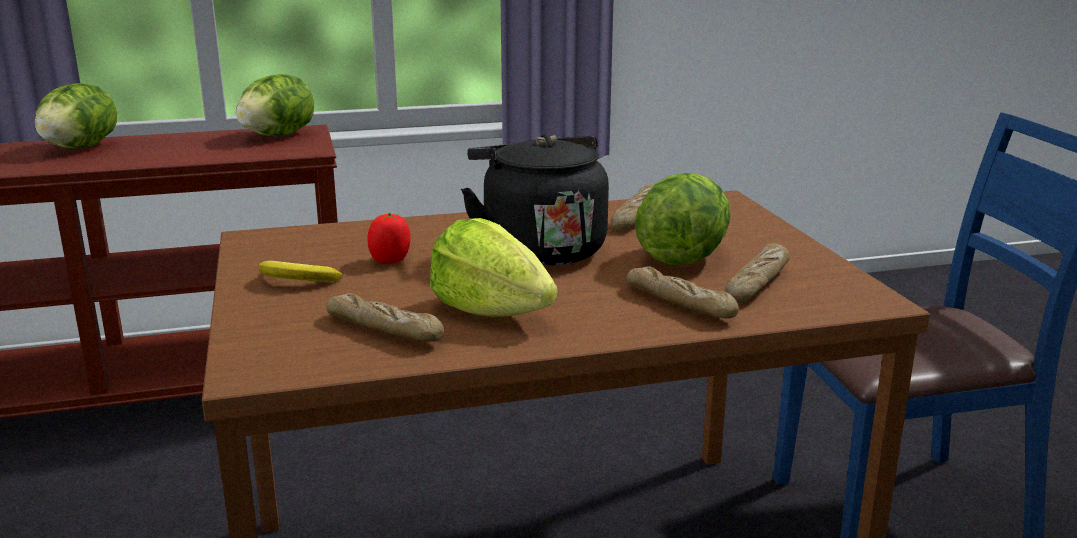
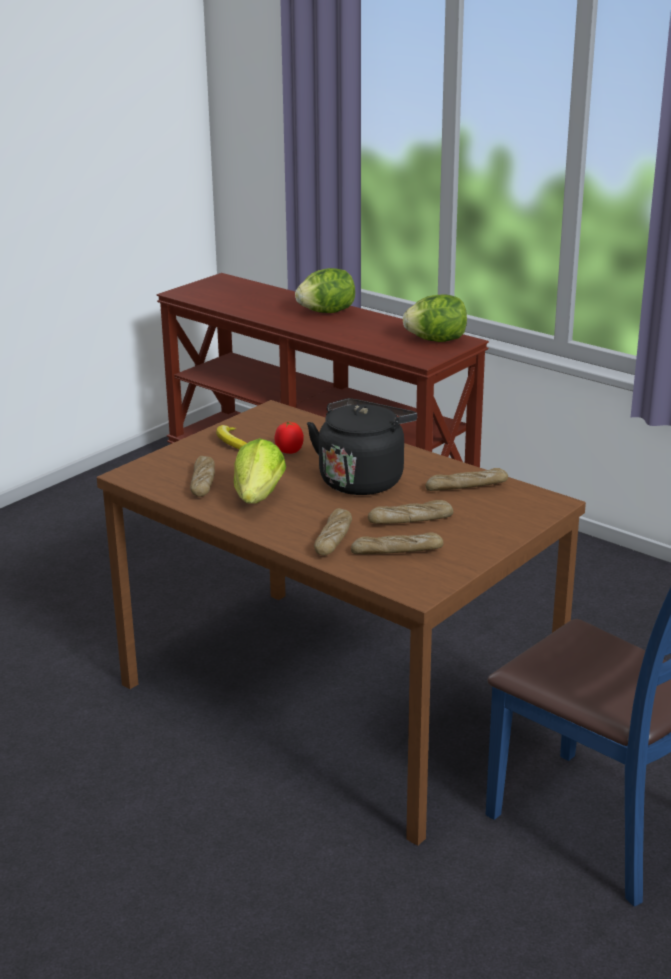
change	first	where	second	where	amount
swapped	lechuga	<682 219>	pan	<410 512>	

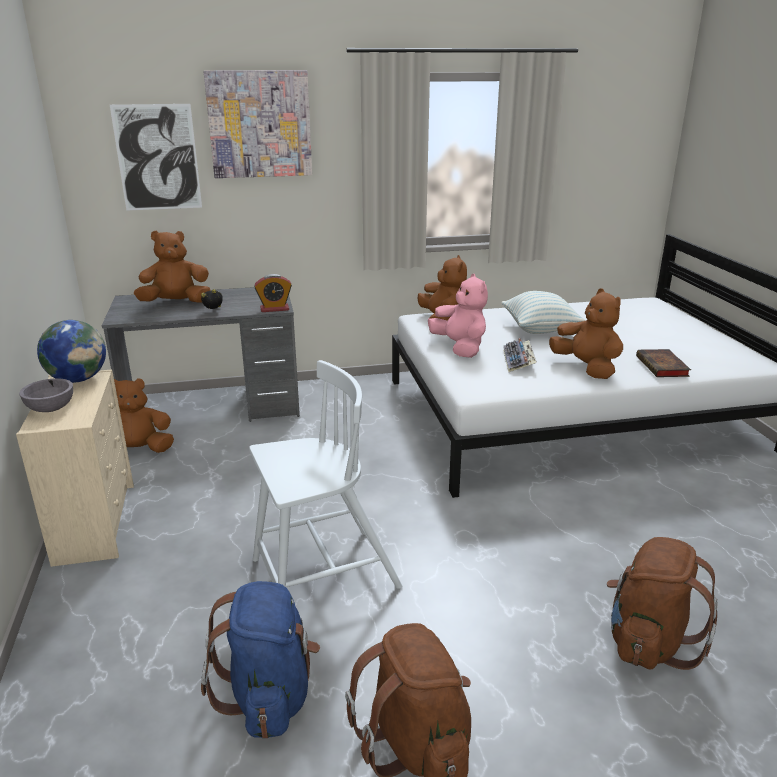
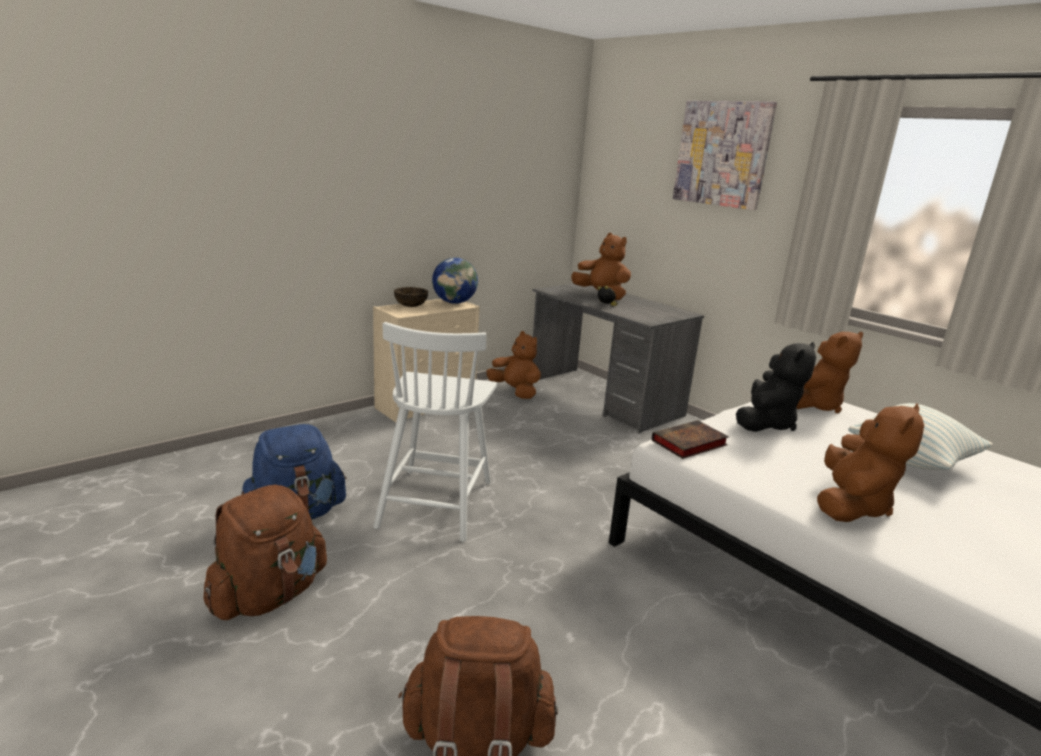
change	first	where	second	where	amount
gone	cuadro	<156 157>			
gone	despertador	<273 293>			
repainted	peluche [rosa]	<458 316>	peluche [negro]	<776 387>	
gone	teclado	<520 355>			
shifted	libro	<663 363>		<690 439>	
rotated	silla [blanco]	<325 474>		<435 432>	60 degrees clockwise
repainted	cuenco [gris]	<46 395>	cuenco [marrón]	<411 297>	

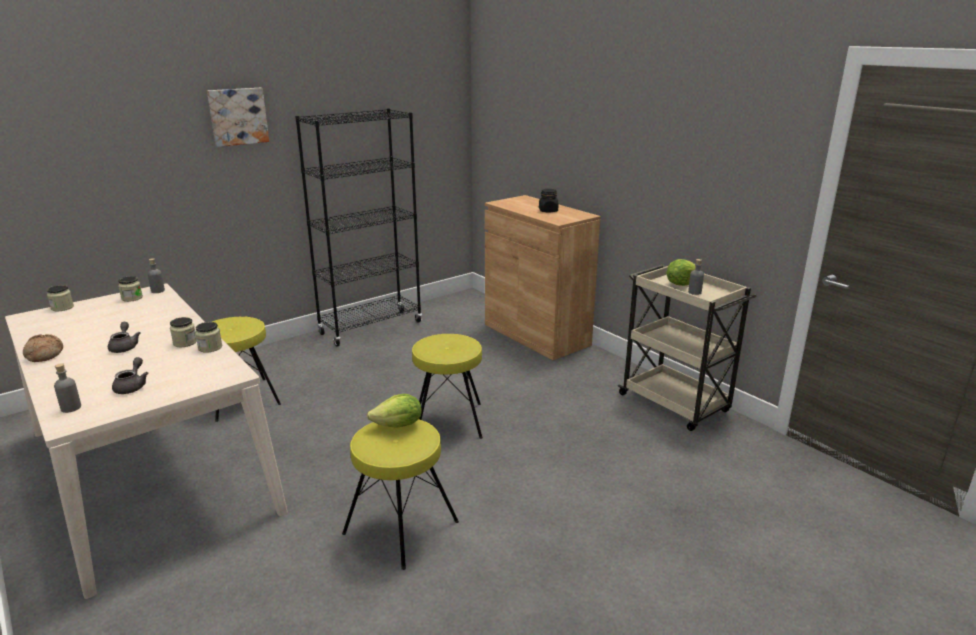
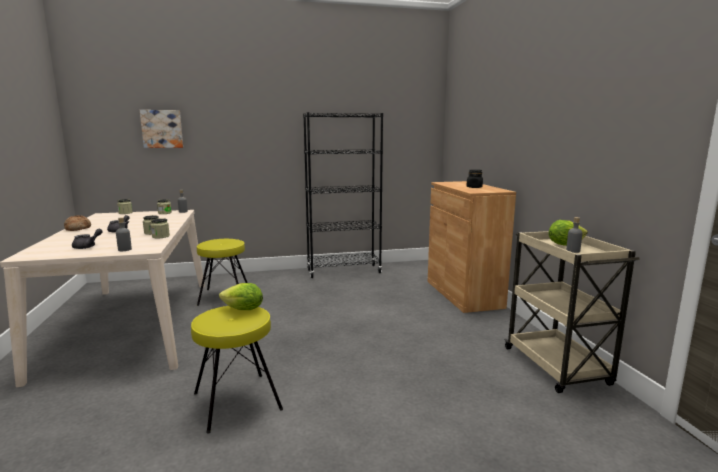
change	first	where	second	where	amount
shifted	cuadro	<238 117>		<161 129>	
gone	taburete [amarillo]	<447 386>			
shifted	botella [gris]	<67 388>		<124 234>	

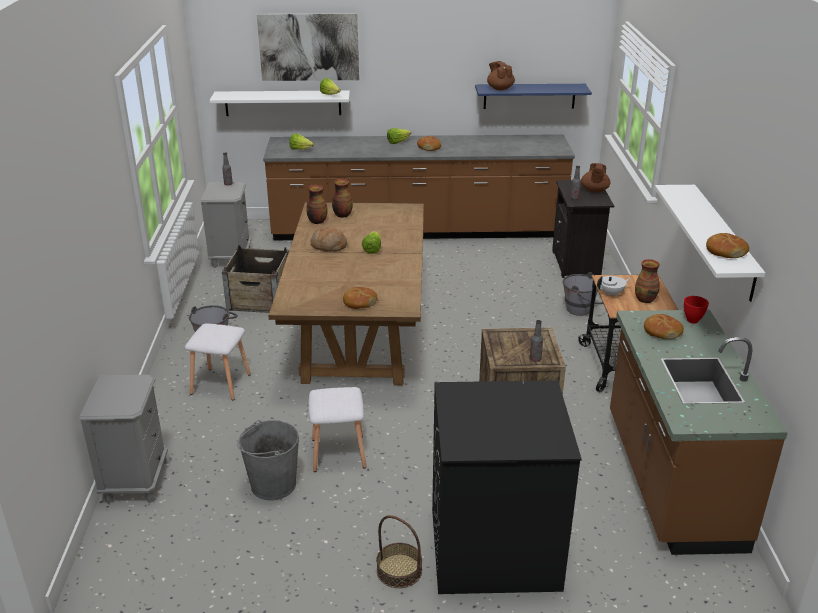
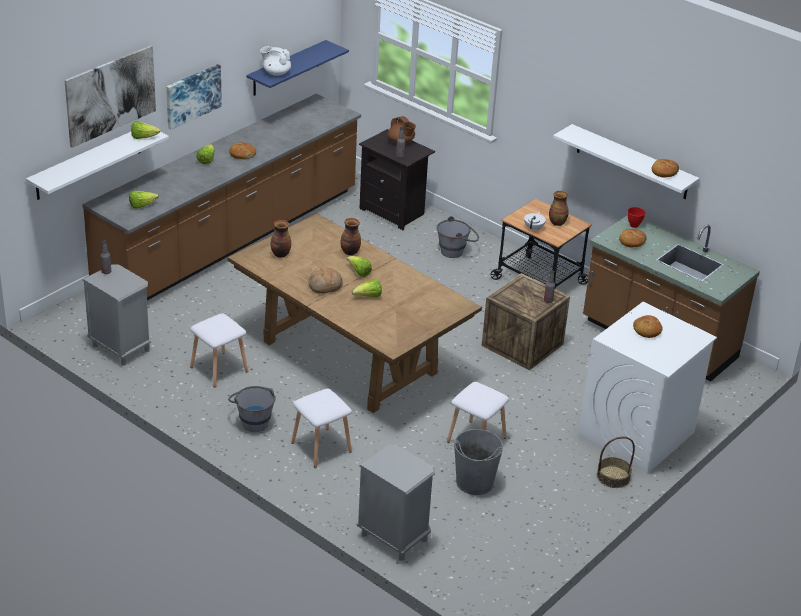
change	first	where	second	where	amount
repainted	tetera [marrón]	<501 75>	tetera [blanco]	<275 61>	
shifted	florero	<317 204>		<350 236>	
swapped	caja de embalaje	<255 279>	taburete [blanco]	<219 350>	
shifted	pan	<360 298>		<648 326>	
repainted	lavadora [negro]	<507 487>	lavadora [blanco]	<647 388>	
new			cuadro	<194 96>	
new			lechuga	<367 288>	

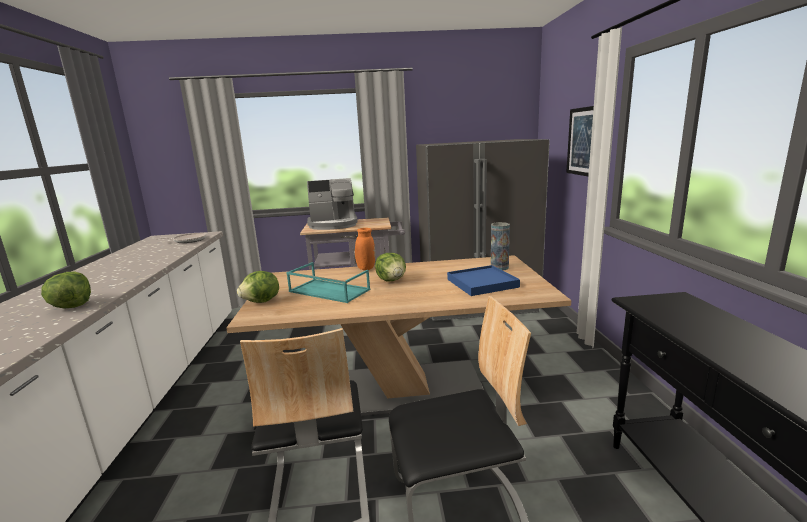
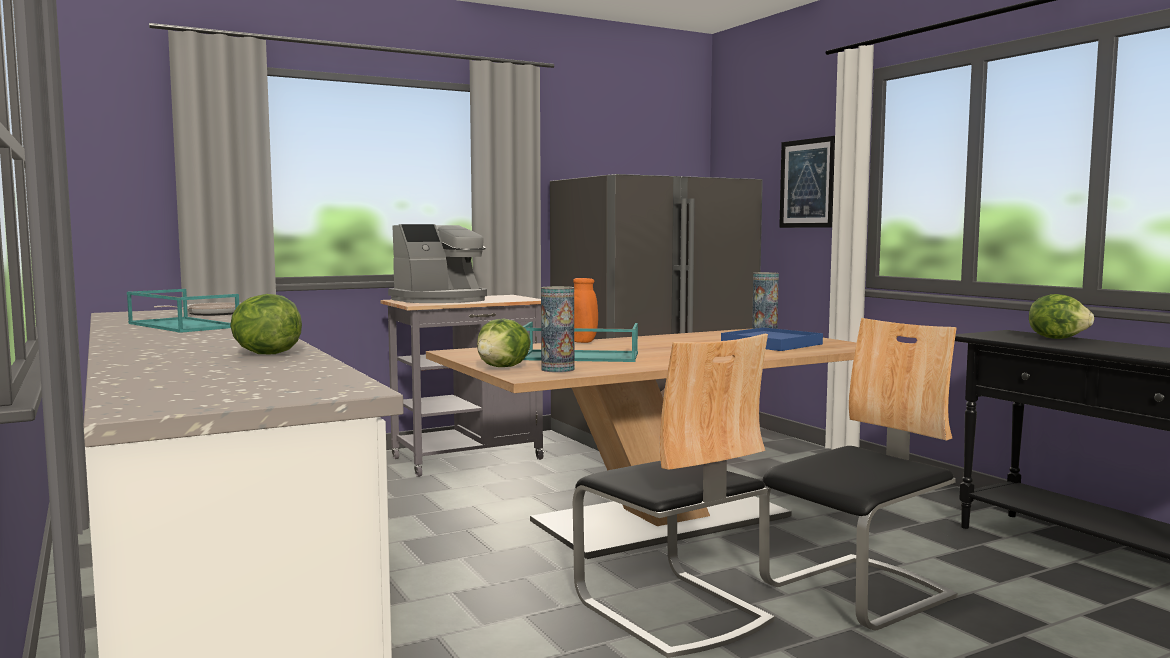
change	first	where	second	where	amount
shifted	lechuga	<390 267>		<1061 316>	
new			florero	<557 329>	
new			bandeja [turquesa]	<183 311>	

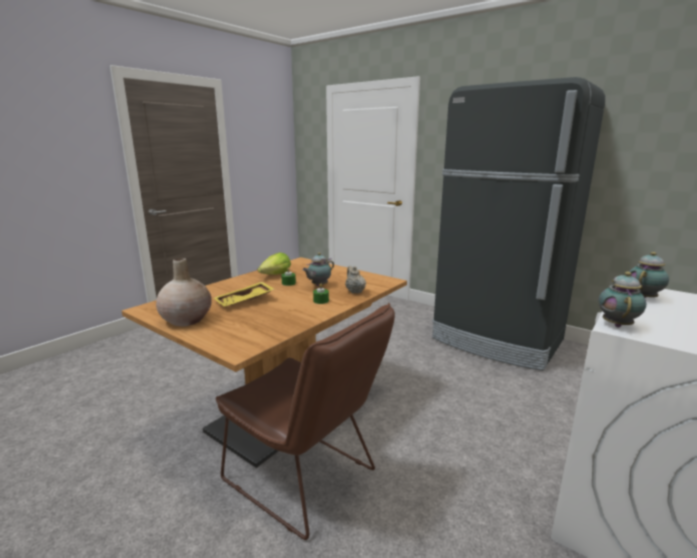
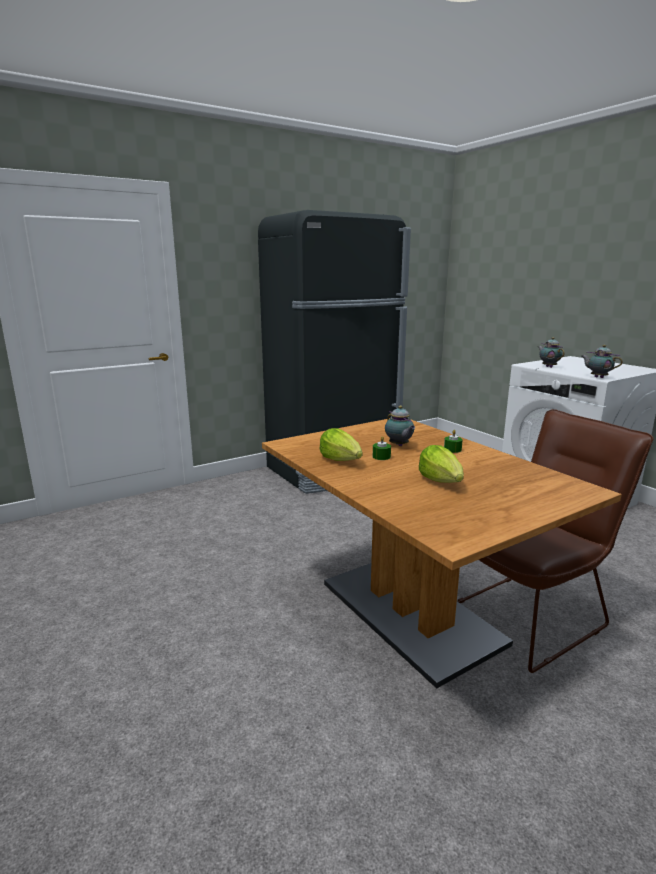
change	first	where	second	where	amount
gone	florero [beis]	<184 292>			
gone	tetera [beis]	<355 279>			
swapped	bandeja [amarillo]	<244 294>	lechuga	<441 464>	

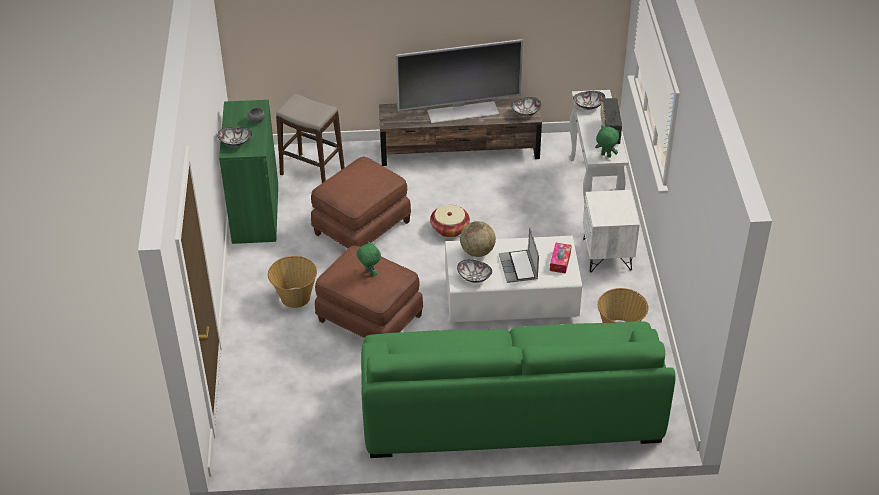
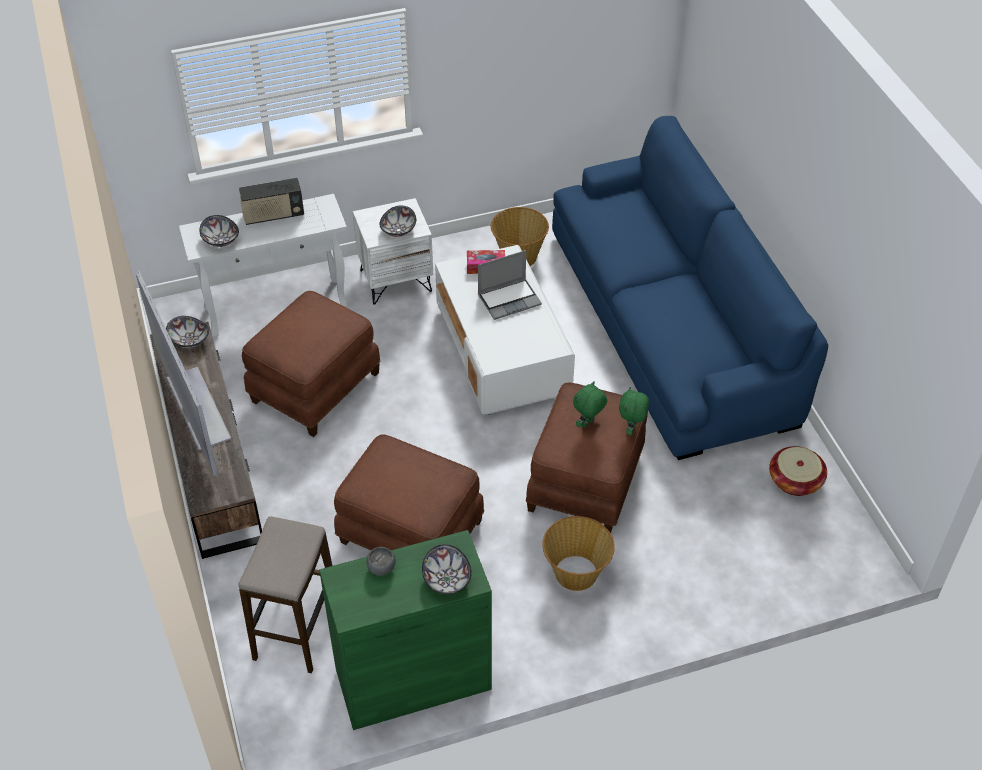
change	first	where	second	where	amount
shifted	peluche [verde]	<607 141>		<634 411>	
shifted	cesta	<450 221>		<798 471>	
gone	globo terráqueo	<478 239>			
shifted	cuenco	<474 271>		<397 221>	
repainted	sofá [verde]	<518 389>	sofá [azul]	<690 288>	
new			puf [marrón]	<311 364>	

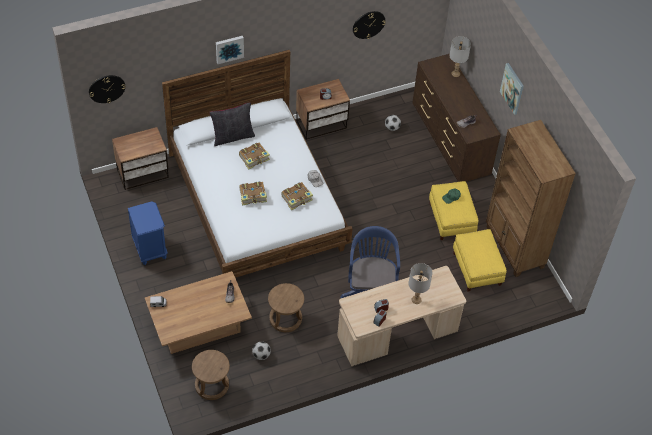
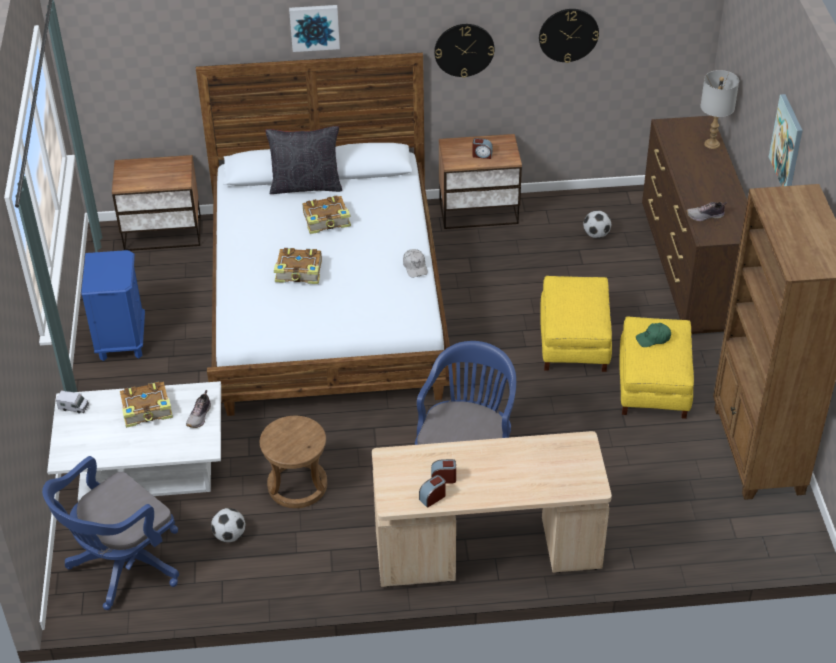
change	first	where	second	where	amount
shifted	reloj de pared	<107 89>		<464 51>	
shifted	libro	<297 196>		<146 404>	
shifted	puf [amarillo]	<480 260>		<576 324>	
gone	lámpara de mesa [gris]	<420 283>			
repainted	mesa de centro [marrón]	<198 312>	mesa de centro [blanco]	<134 441>	
swapped	taburete [marrón]	<211 375>	silla de oficina [azul]	<110 533>	

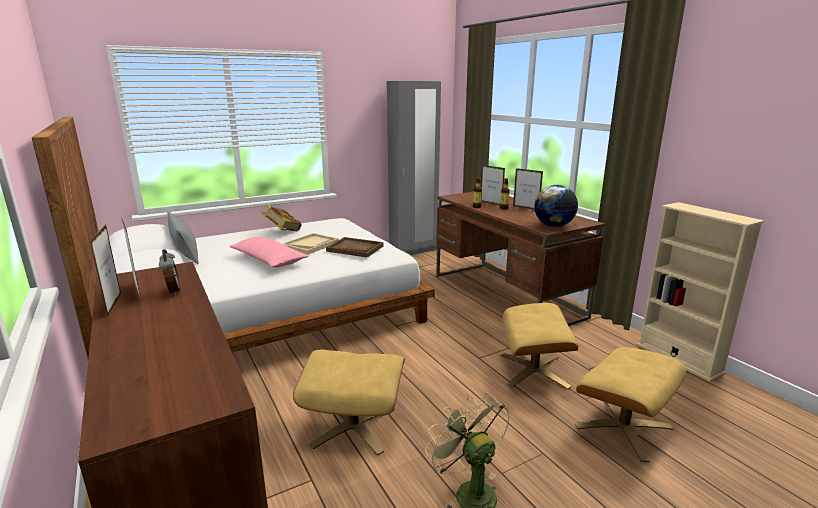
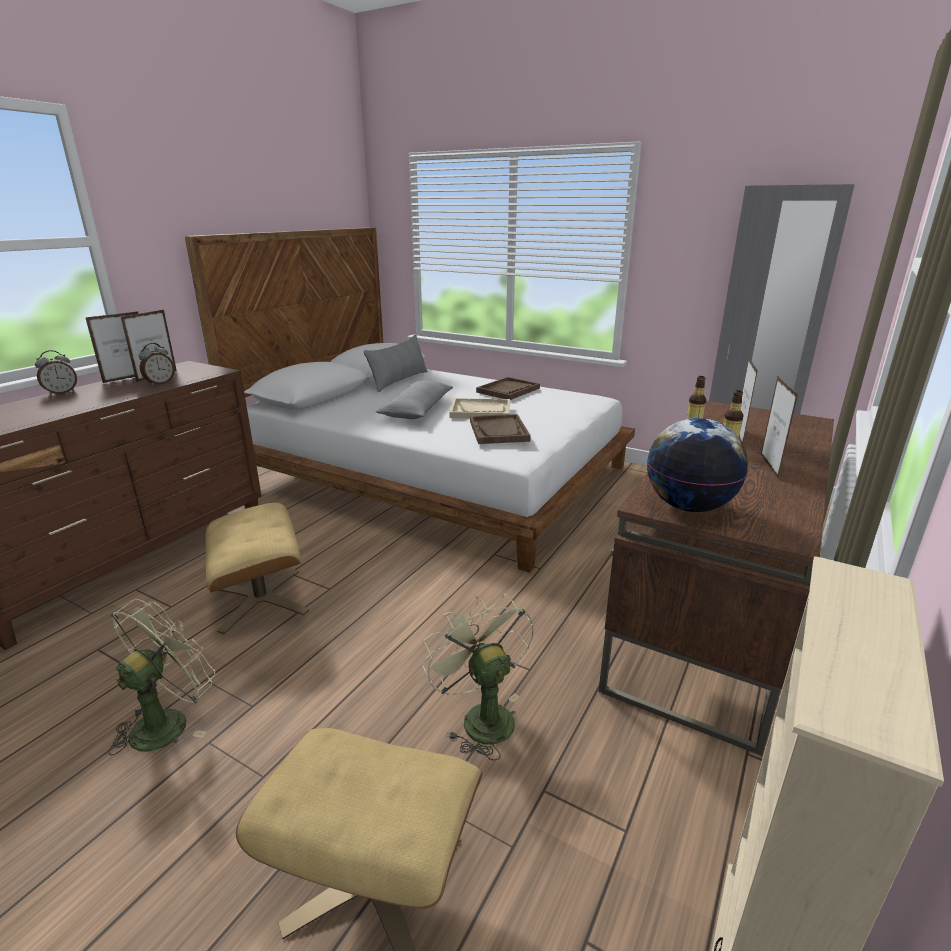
change	first	where	second	where	amount
swapped	libro	<281 218>	bandeja [marrón]	<508 388>	
repainted	cojín [rosa]	<269 251>	cojín [gris]	<414 399>	
swapped	puf [beis]	<540 346>	ventilador [verde]	<478 677>	
new			despertador	<56 373>	

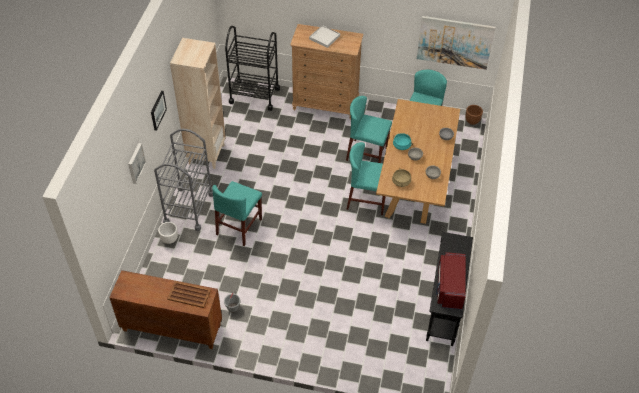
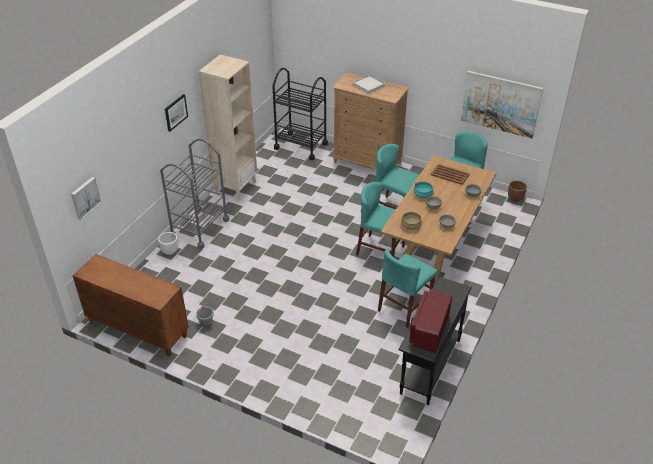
change	first	where	second	where	amount
shifted	cuadro	<137 163>		<86 198>	
shifted	silla [turquesa]	<237 213>		<407 288>	
shifted	bandeja [marrón]	<189 294>		<450 174>	

